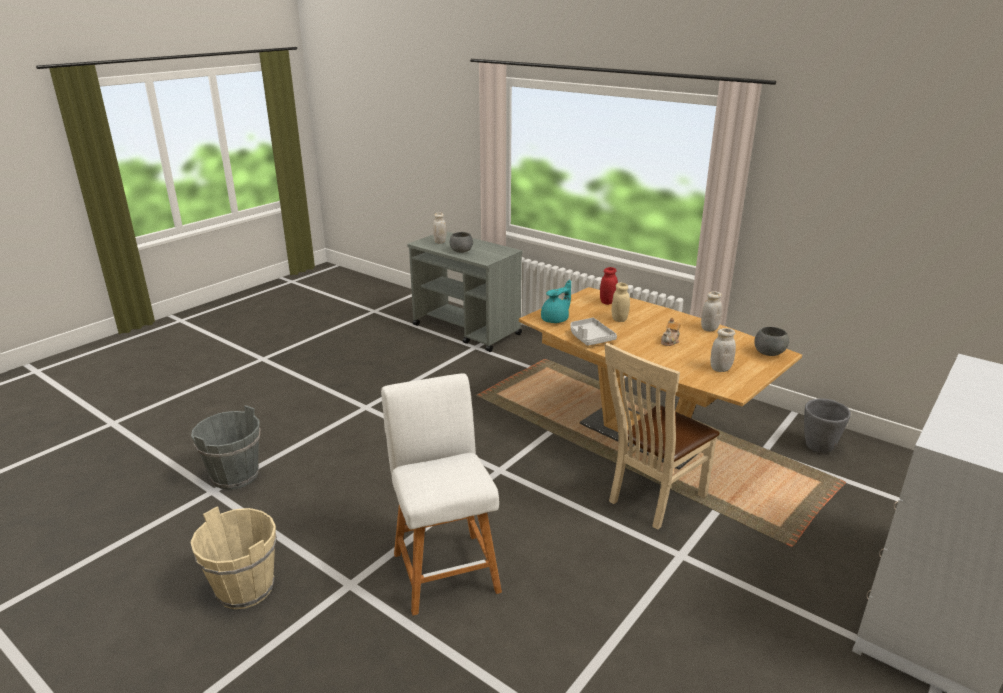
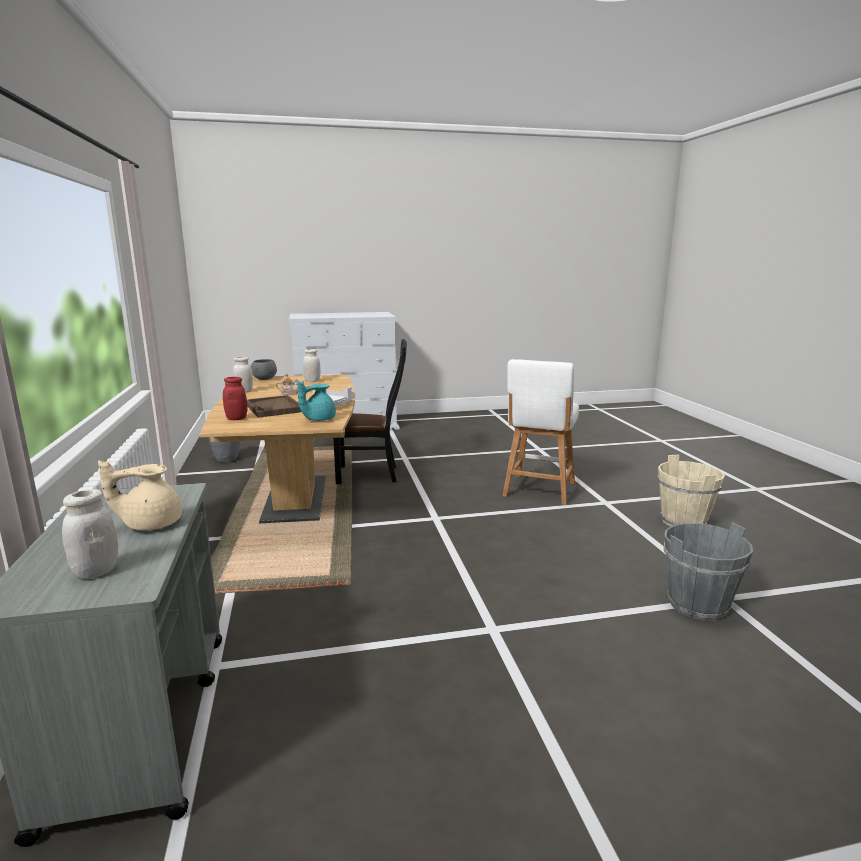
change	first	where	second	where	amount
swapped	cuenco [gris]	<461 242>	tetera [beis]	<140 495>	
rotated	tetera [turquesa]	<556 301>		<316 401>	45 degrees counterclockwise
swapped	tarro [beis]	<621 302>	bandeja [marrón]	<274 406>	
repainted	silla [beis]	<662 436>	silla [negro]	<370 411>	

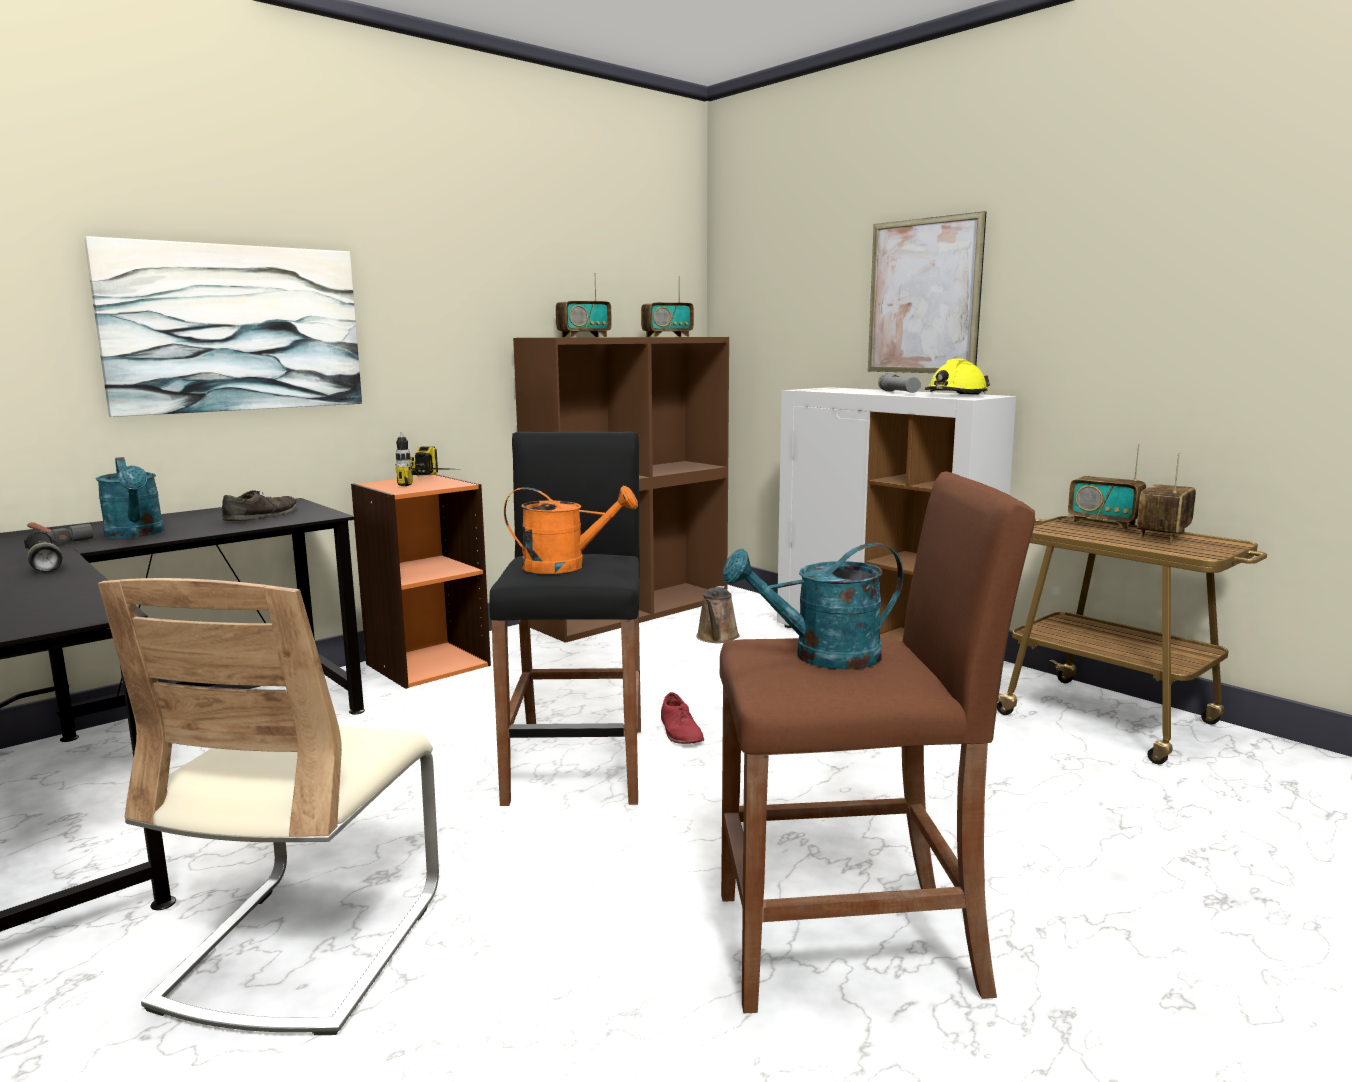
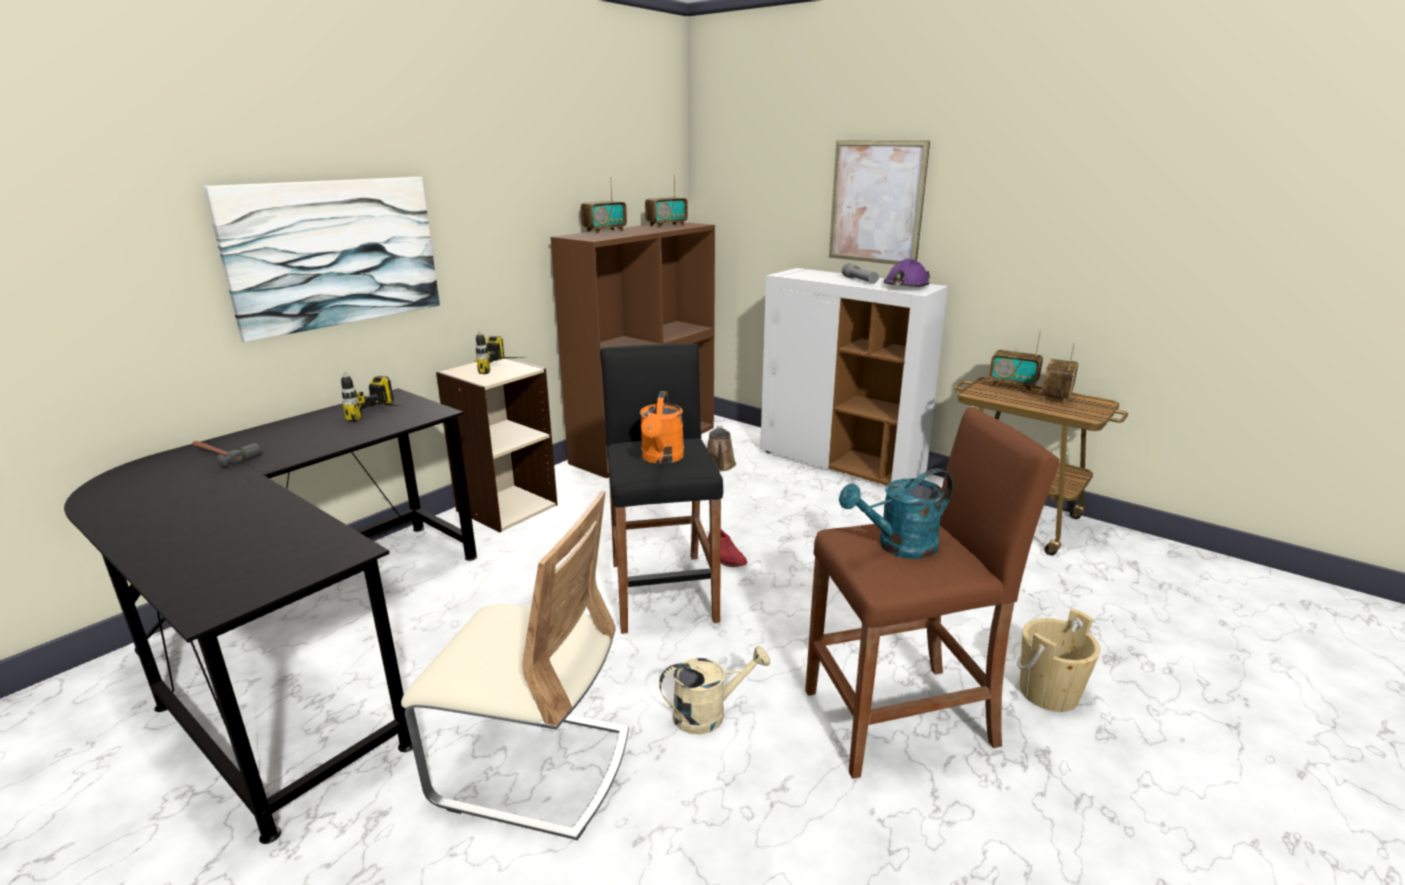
change	first	where	second	where	amount
repainted	casco [amarillo]	<957 377>	casco [morado]	<907 273>	
gone	regadera [turquesa]	<130 497>			
repainted	estantería [naranja]	<421 581>	estantería [beis]	<497 445>	
rotated	regadera [naranja]	<571 529>		<662 427>	105 degrees clockwise
swapped	zapato [marrón]	<260 505>	taladro	<370 397>	
gone	linterna [negro]	<43 552>			
rotated	silla [beis]	<268 806>		<515 665>	75 degrees counterclockwise
new			cubo [beis]	<1059 660>	
new			regadera [beis]	<715 690>	

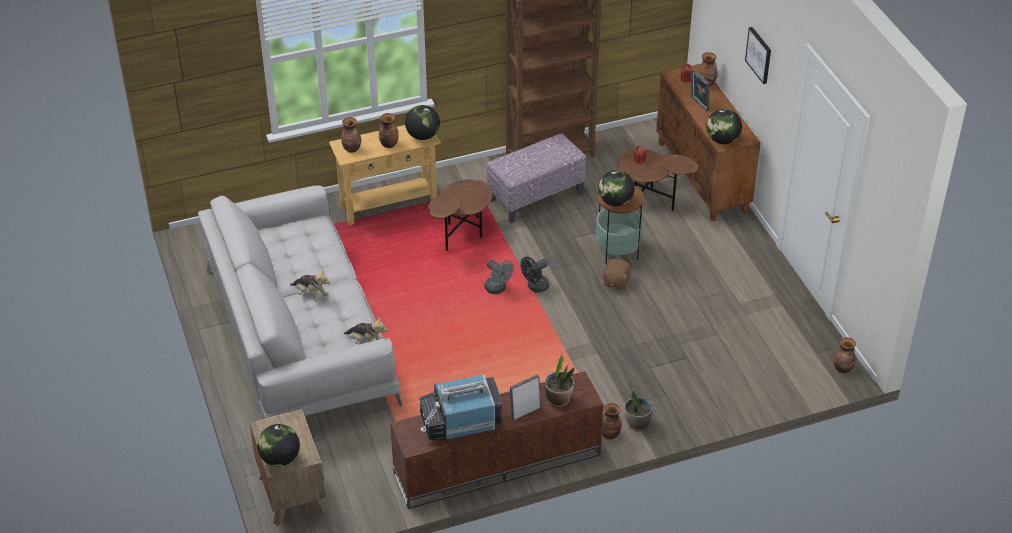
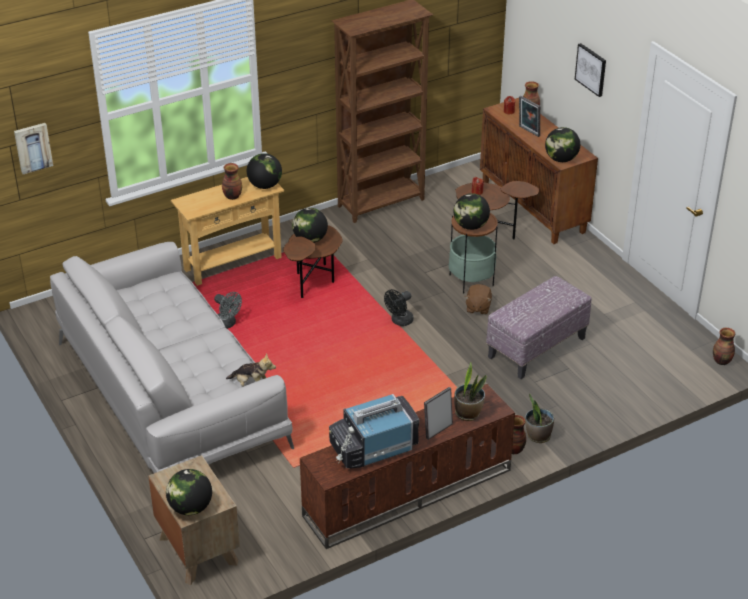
change	first	where	second	where	amount
gone	florero	<351 135>			
shifted	puf	<536 178>		<538 327>	
shifted	ventilador [gris]	<499 277>		<228 310>	
gone	peluche	<310 286>			
new			cuadro	<33 148>	
new			globo terráqueo	<310 225>	

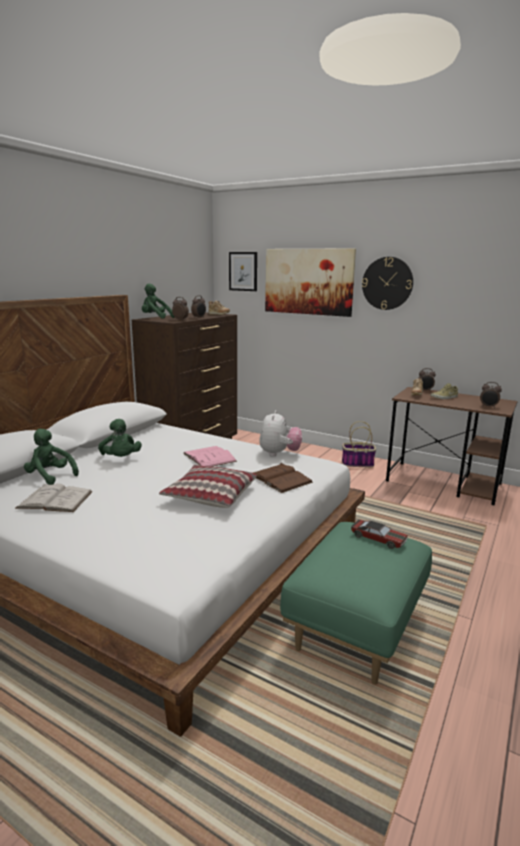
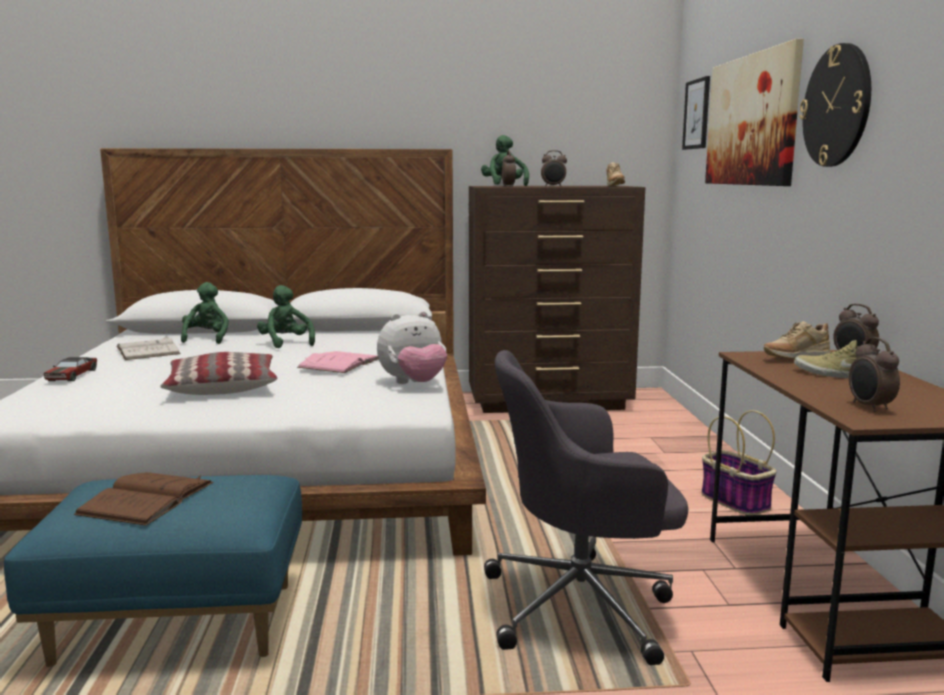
change	first	where	second	where	amount
rotated	peluche [verde]	<120 438>		<286 316>	120 degrees clockwise
shifted	libro [marrón]	<283 478>		<144 499>	
shifted	coche de juguete	<379 534>		<70 369>	
repainted	puf [verde]	<356 603>	puf [azul]	<153 571>	
new			silla de oficina [gris]	<586 507>	

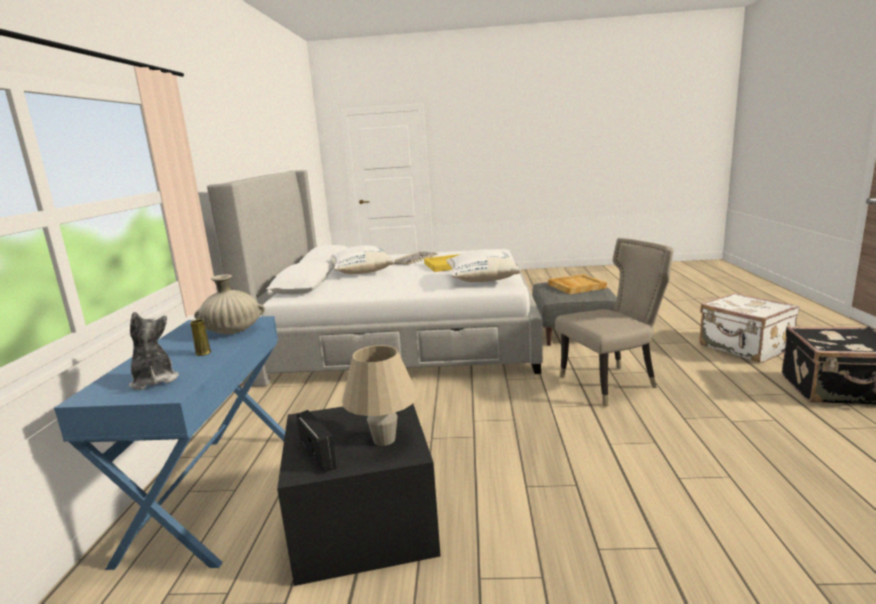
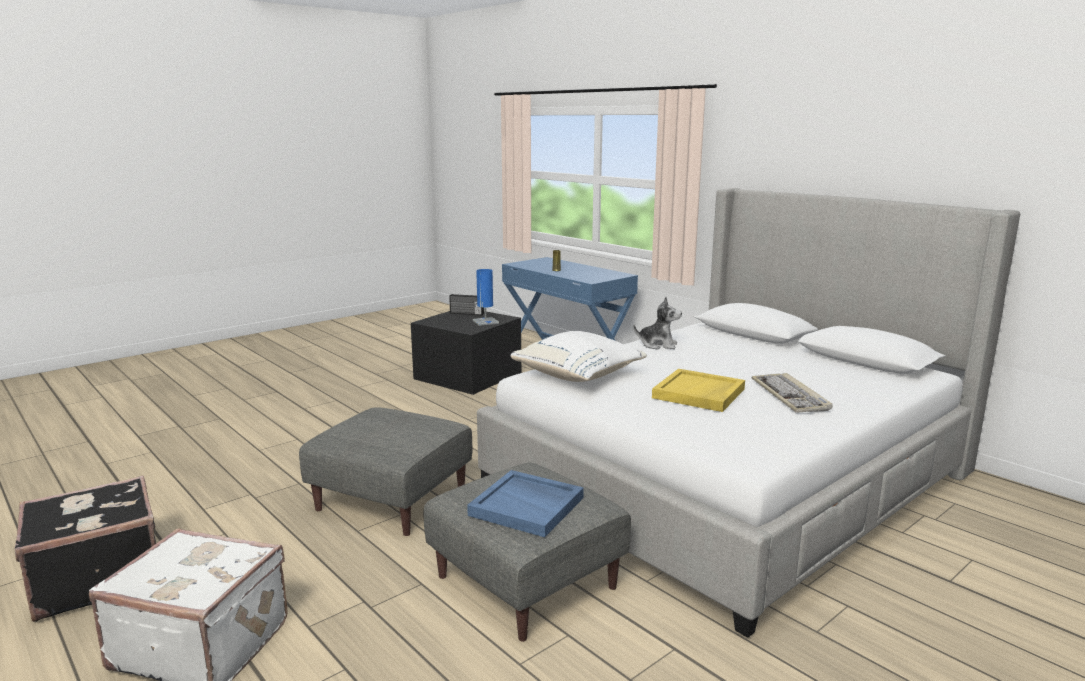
change	first	where	second	where	amount
swapped	silla [beis]	<614 322>	puf [gris]	<385 471>	
gone	cojín [blanco]	<363 259>			
gone	florero [beis]	<229 304>			
repainted	bandeja [beis]	<577 284>	bandeja [azul]	<525 503>	
shifted	peluche	<154 351>		<657 323>	
gone	lámpara de mesa [beis]	<380 395>			
new			lámpara de mesa [azul]	<485 297>	

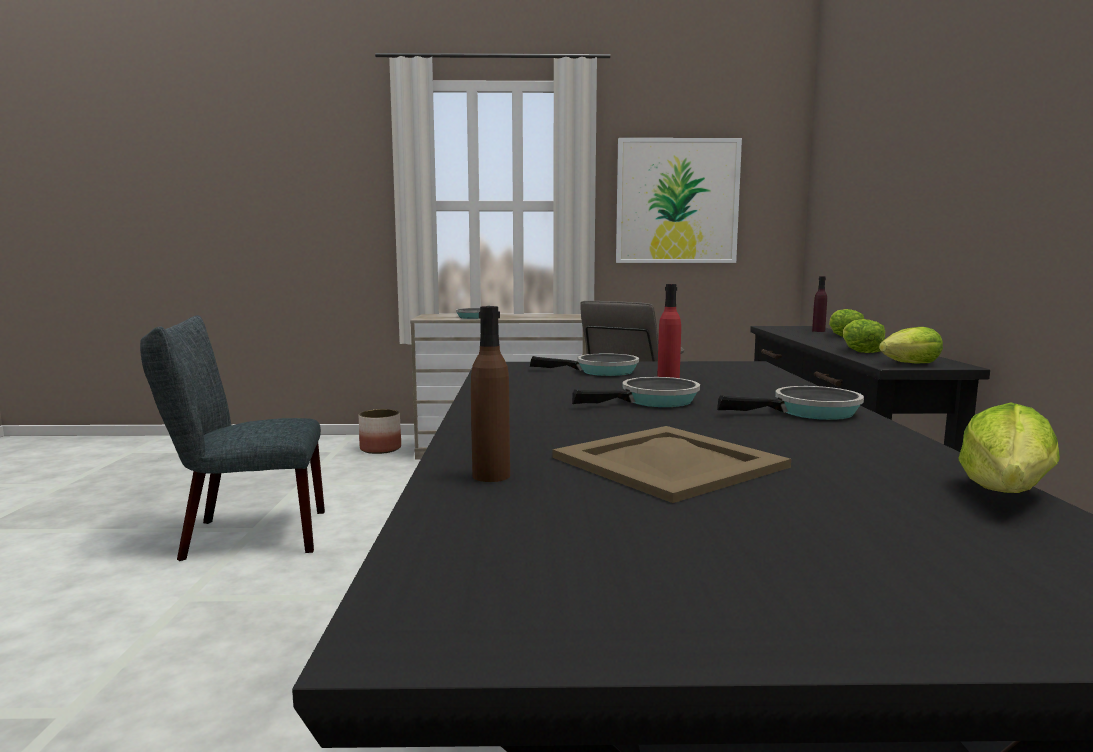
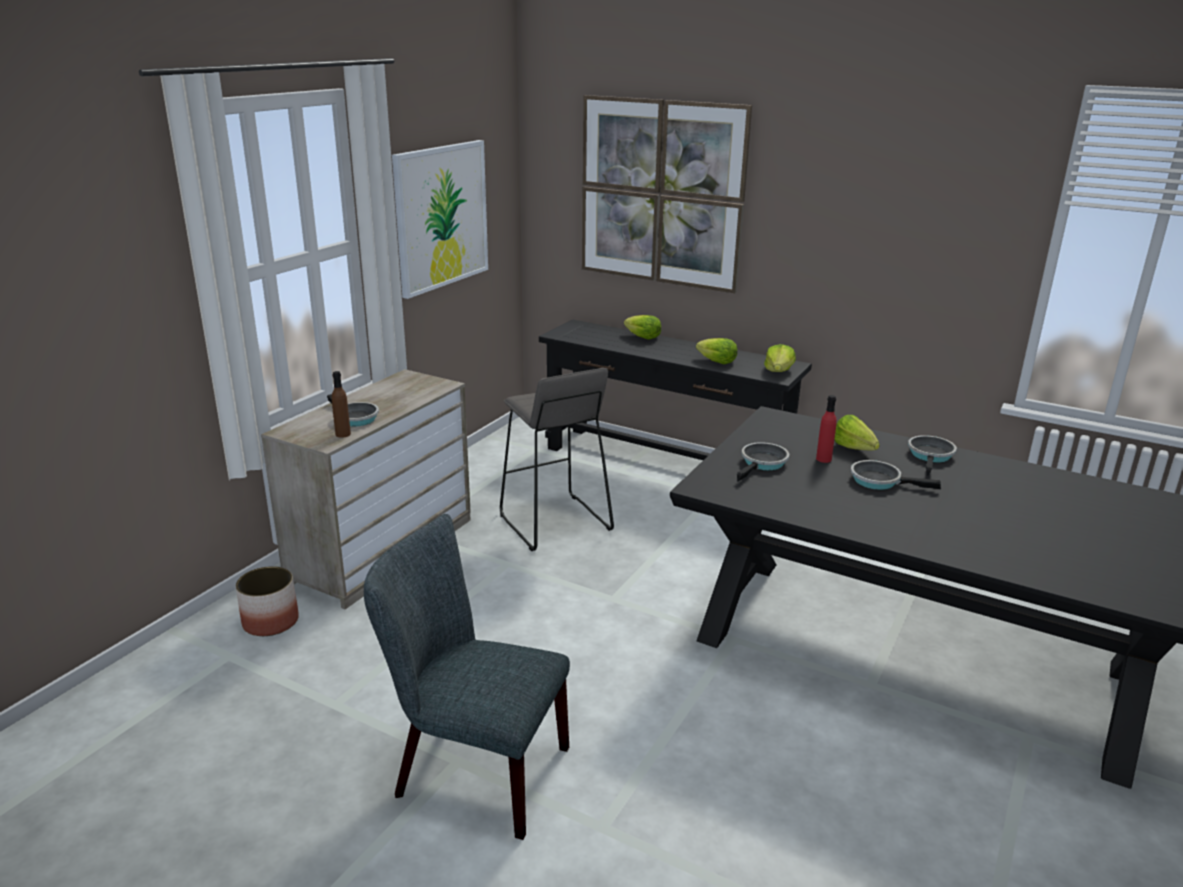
change	first	where	second	where	amount
gone	botella [morado]	<819 304>			
shifted	botella [marrón]	<490 394>		<341 404>	
rotated	silla [gris]	<232 438>		<467 677>	90 degrees clockwise
rotated	sartén	<636 392>		<895 475>	75 degrees counterclockwise
shifted	lechuga	<1009 447>		<857 432>	
gone	bandeja [beis]	<672 464>			
new			cuadro	<667 194>	

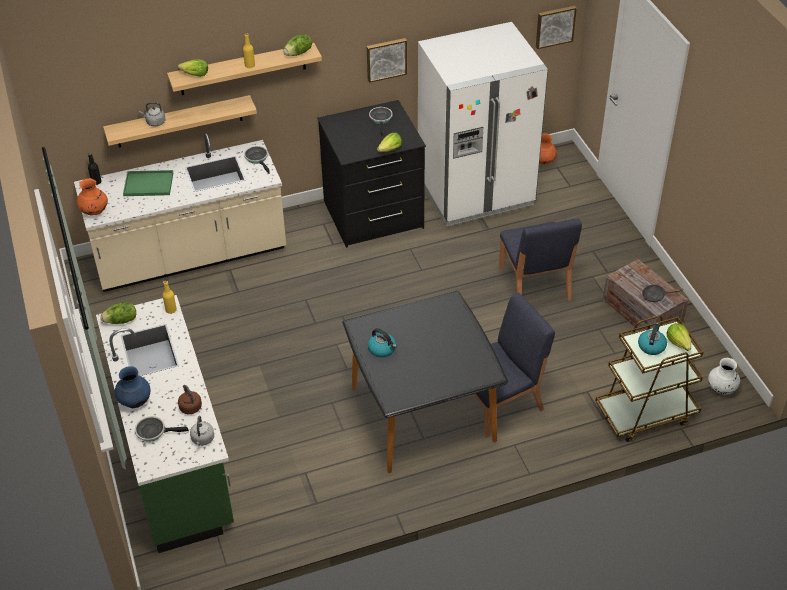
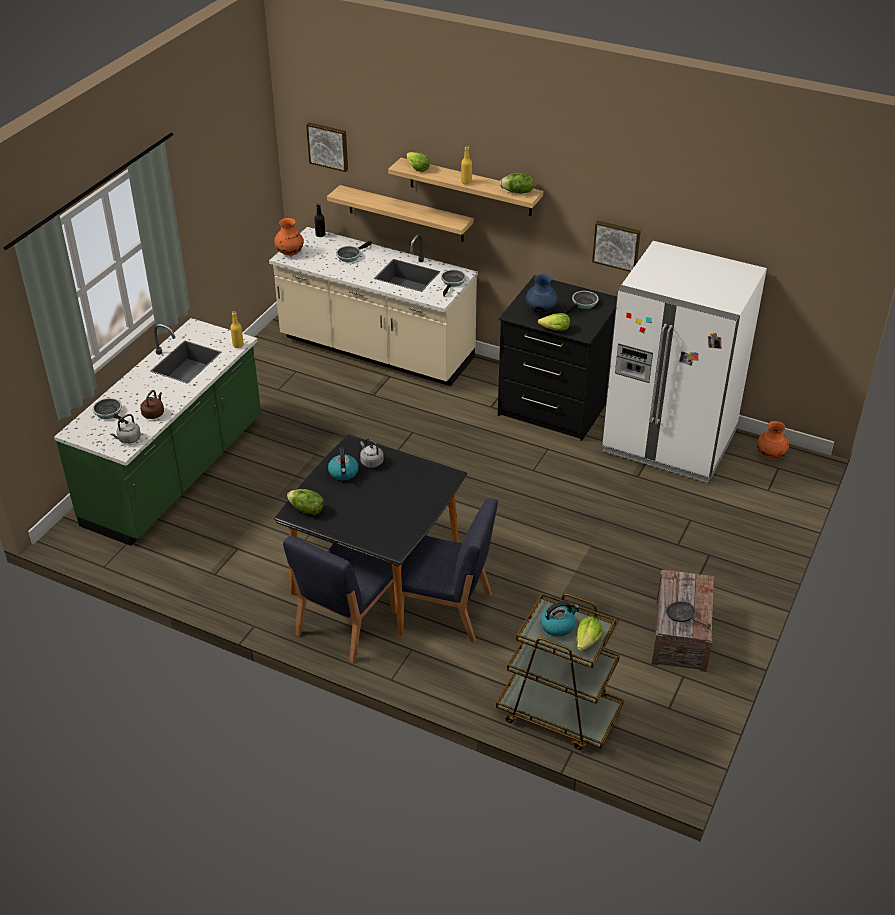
change	first	where	second	where	amount
shifted	cuadro	<556 27>		<327 147>	
shifted	hervidor [gris]	<152 114>		<372 453>	
swapped	bandeja [verde]	<148 183>	sartén	<354 251>	
shifted	silla [azul]	<540 259>		<339 599>	
shifted	lechuga	<118 313>		<305 502>	
gone	florero [blanco]	<724 376>			
shifted	florero [azul]	<133 387>		<542 294>	

